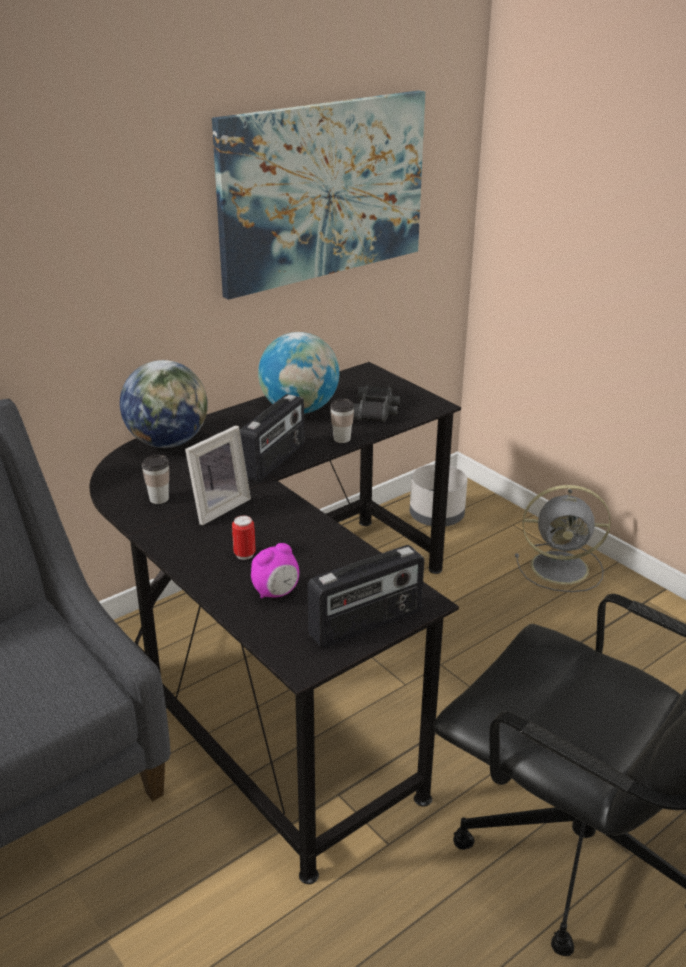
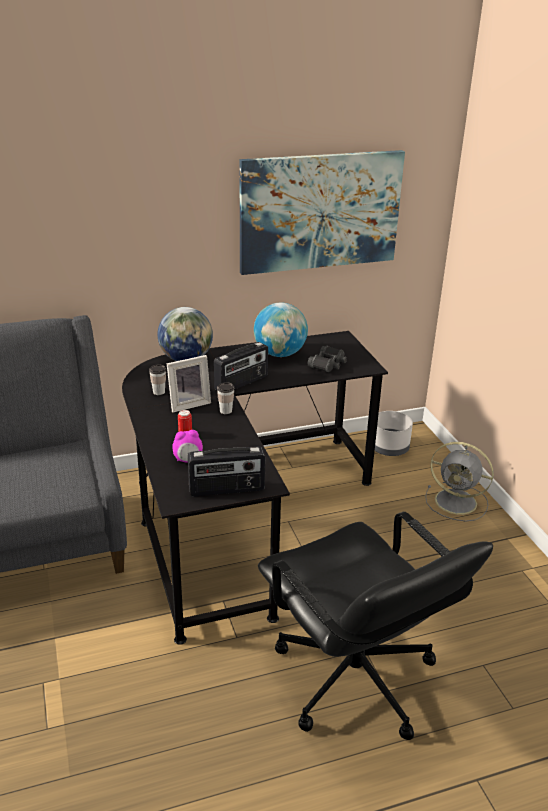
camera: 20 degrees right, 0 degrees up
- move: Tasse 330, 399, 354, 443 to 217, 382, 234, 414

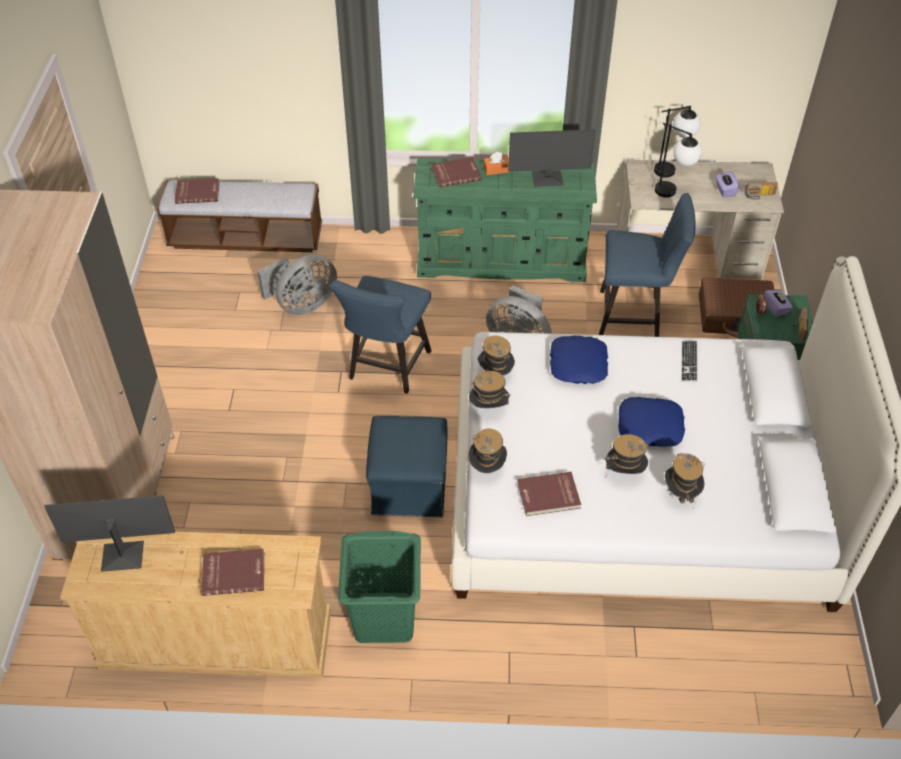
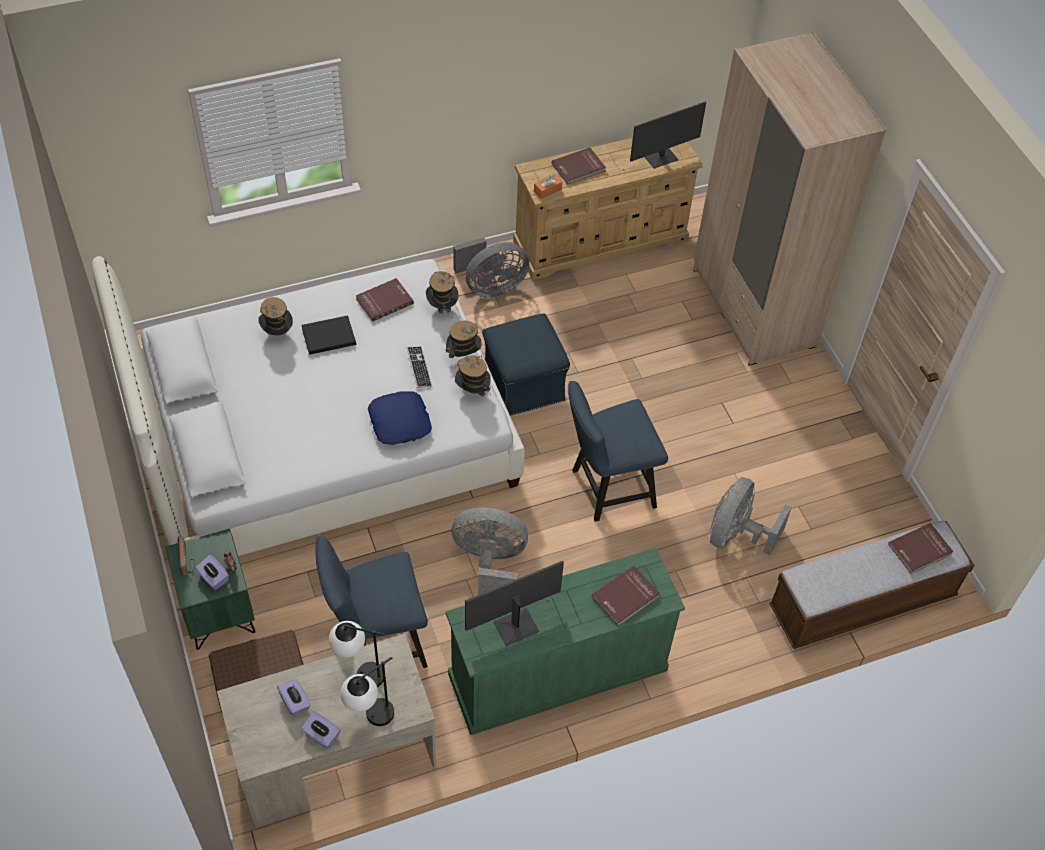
camera: 155 degrees right, 5 degrees up
- rotate: Stuhl (blau) 330, 276, 431, 394 = 568, 381, 668, 521 105 degrees counterclockwise
- replace: Wäschekorb (grün) 338, 531, 421, 643 to Ventilator (grau) 453, 237, 530, 298
- move: Taschentuchbox (orange) 483, 152, 510, 175 to 534, 174, 562, 199
- replace: Hut 604, 434, 648, 478 to Buch (schwarz) 301, 315, 356, 355
- delete: Kissen (blau) 618, 397, 685, 447
- move: Tastatur 681, 341, 698, 382 to 407, 346, 432, 388
- delete: Radio 744, 182, 778, 200
- insert: Taschentuchbox (lila) 301, 711, 340, 749

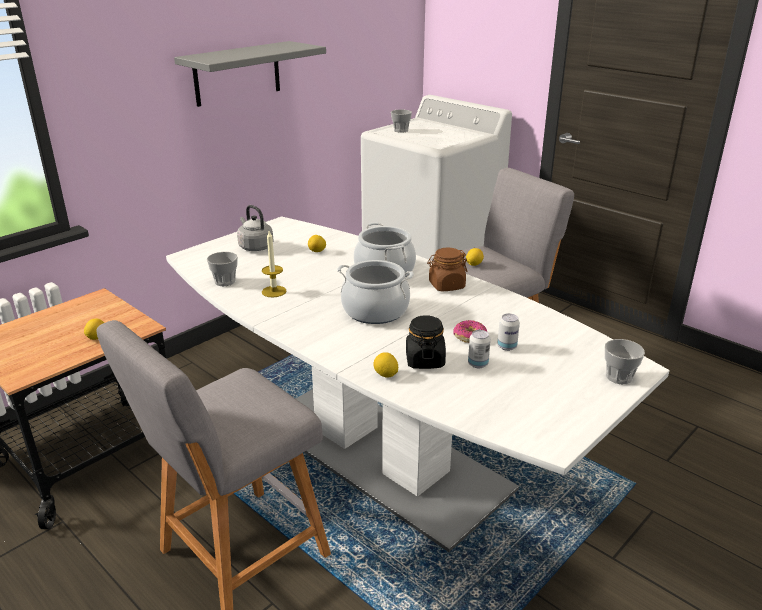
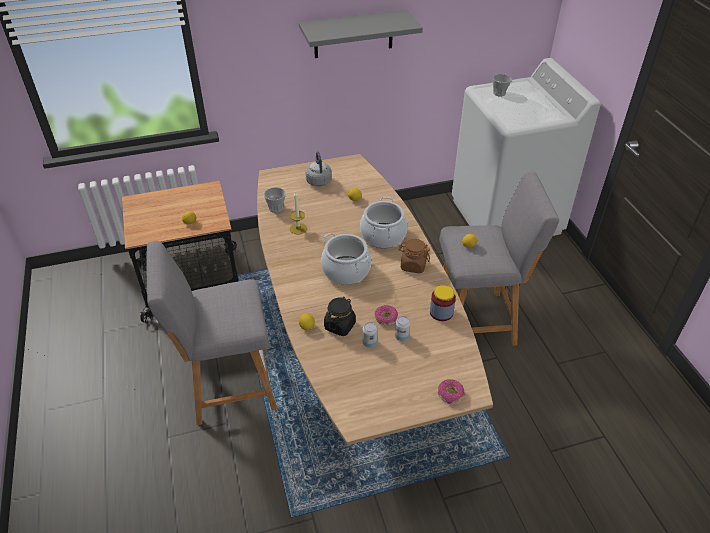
camera: 30 degrees right, 15 degrees up
- recolor: Esstisch (weiß) 166, 217, 670, 552 to Esstisch (braun) 257, 154, 493, 446
- replace: Tasse 605, 339, 645, 384 to Donut 438, 379, 465, 404
- insert: Vorratsglas 430, 285, 456, 321

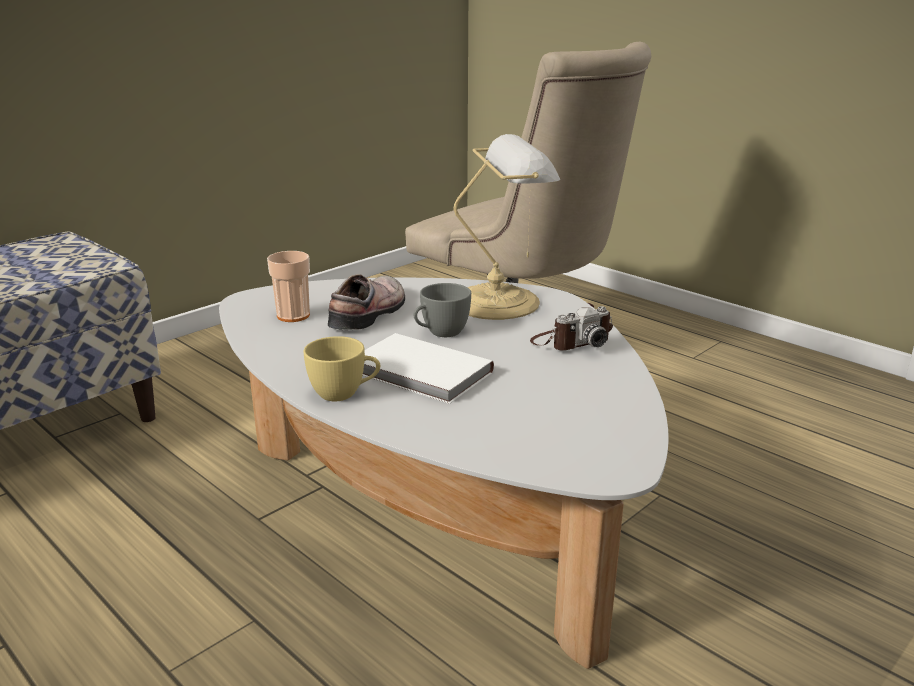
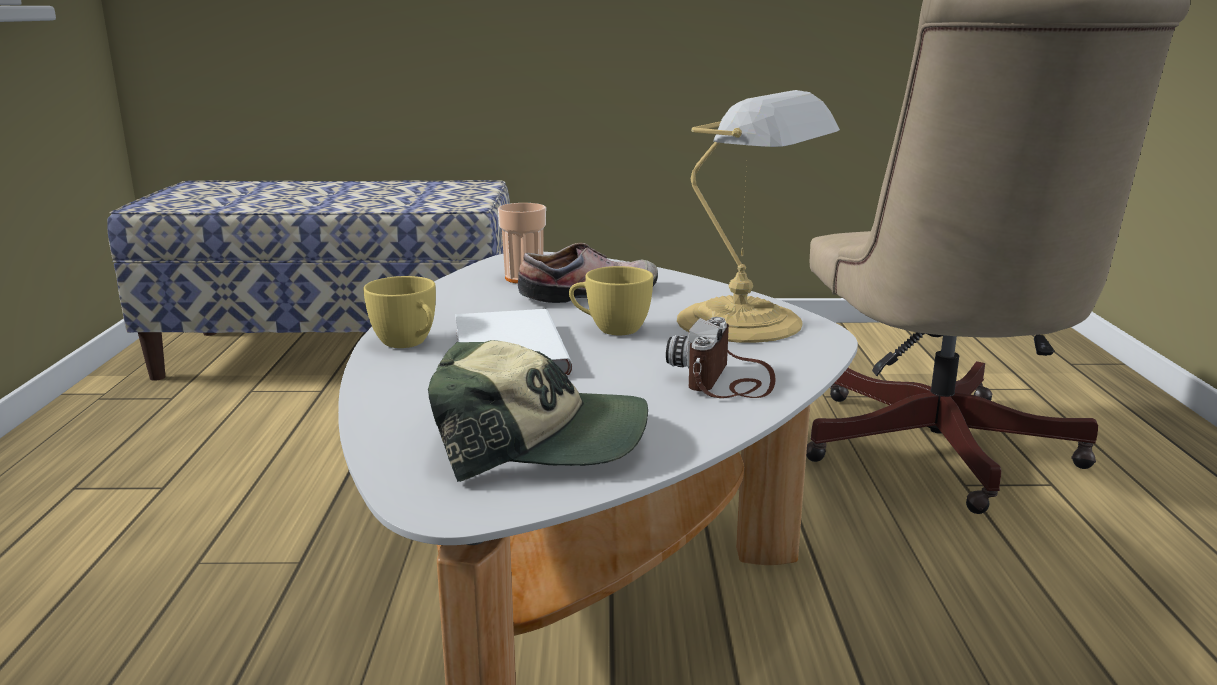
camera: 45 degrees right, 5 degrees down
- recolor: Tasse (grau) 414, 283, 471, 337 to Tasse (gelb) 569, 266, 653, 335
- rotate: Kamera 530, 306, 613, 351 = 666, 317, 776, 398 90 degrees clockwise
- insert: Kappe 428, 340, 648, 482

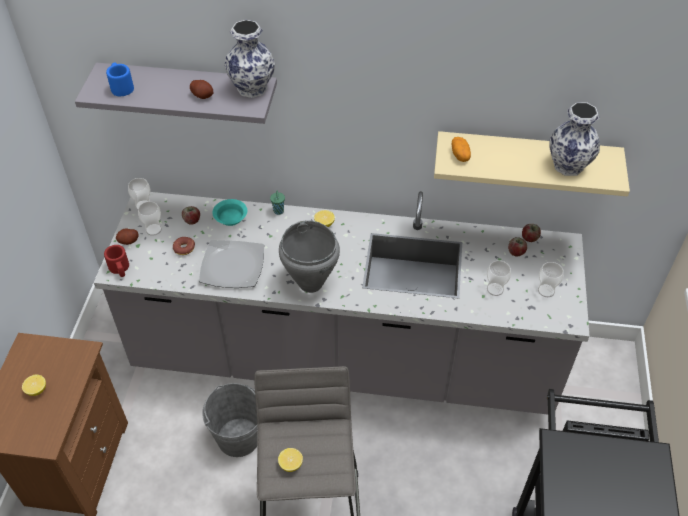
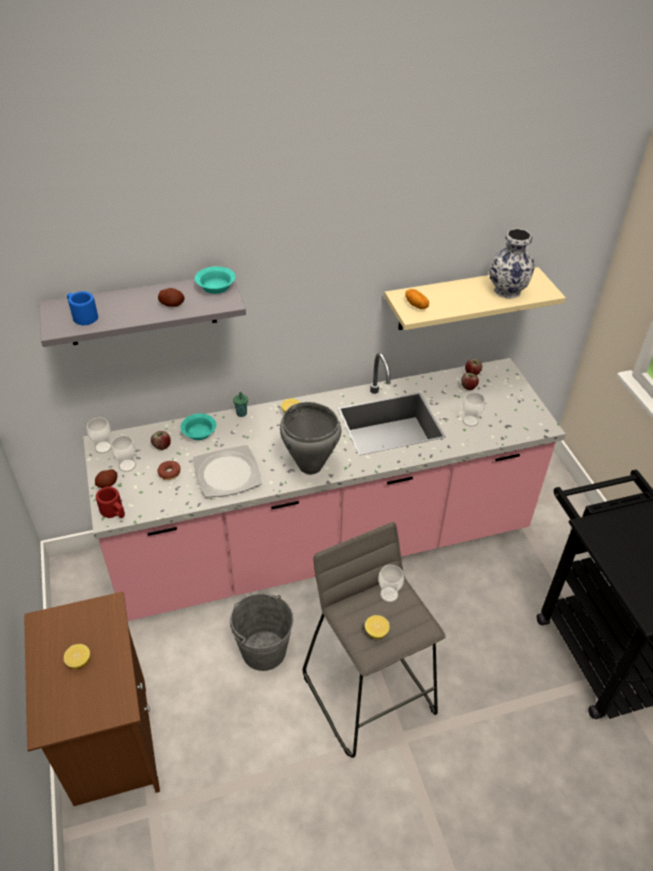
camera: 25 degrees left, 5 degrees down
- recolor: Küchenzeile (grau) 94, 191, 589, 415 to Küchenzeile (rosa) 83, 353, 566, 621
- replace: Vase 224, 20, 275, 98 to Schüssel (türkis) 195, 266, 236, 294
- move: Tasse 538, 262, 564, 297 to 378, 565, 404, 602

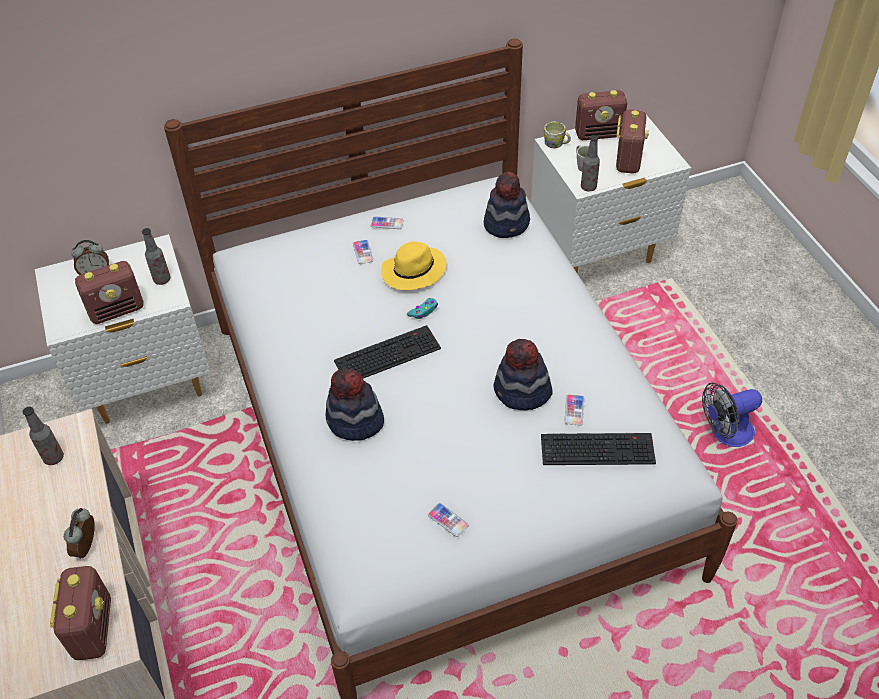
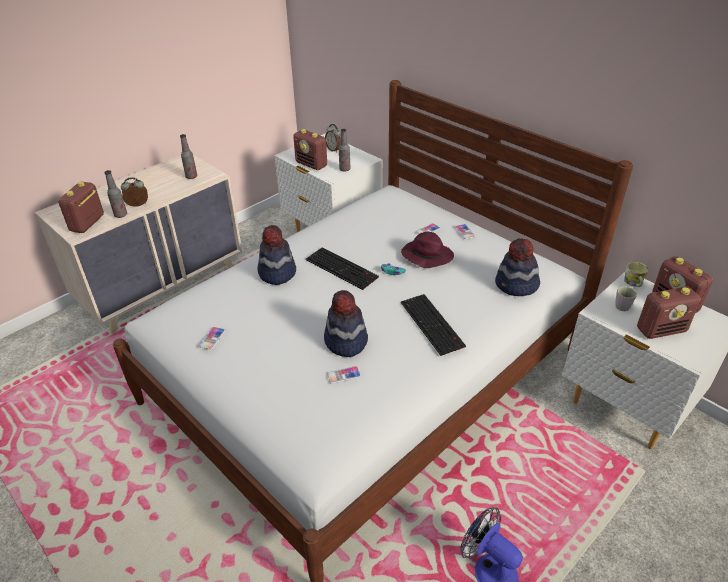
camera: 65 degrees right, 10 degrees down
- rotate: Radio 50, 566, 111, 660 = 58, 181, 104, 233 135 degrees clockwise
- recolor: Hut (gelb) 381, 241, 446, 290 to Hut (lila) 401, 232, 454, 268
- move: Tastatur 541, 433, 656, 465 to 401, 294, 466, 356
- move: Flasche 581, 135, 600, 191 to 104, 170, 127, 218

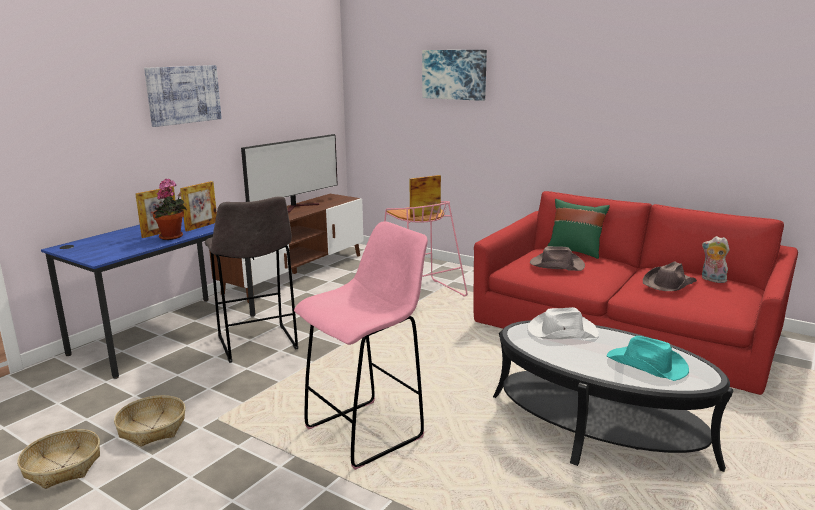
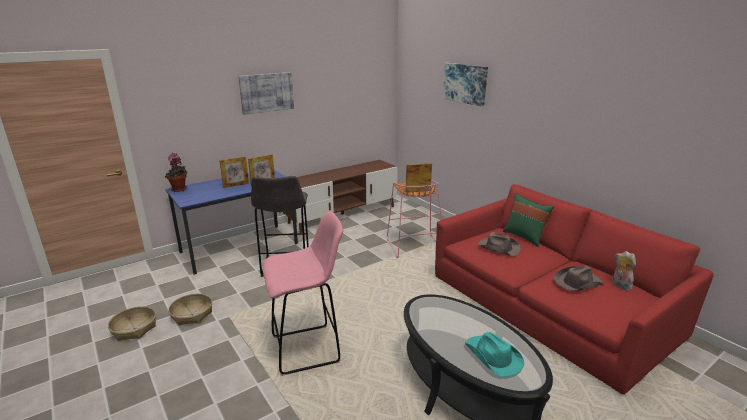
camera: 20 degrees right, 5 degrees up
- move: Topfpflanze 153, 179, 187, 240 to 165, 153, 187, 192
- delete: Fernseher 241, 134, 338, 213
- delete: Hut (weiß) 527, 307, 599, 339

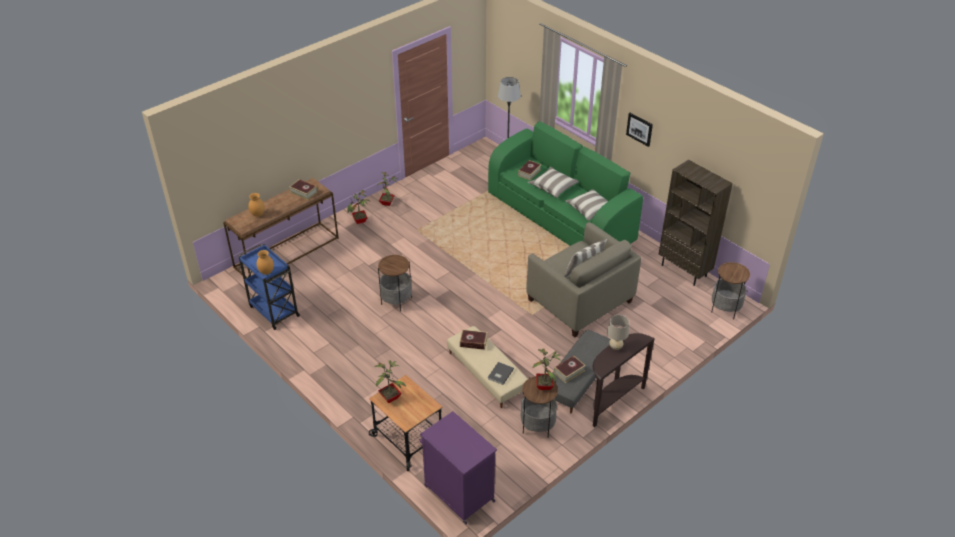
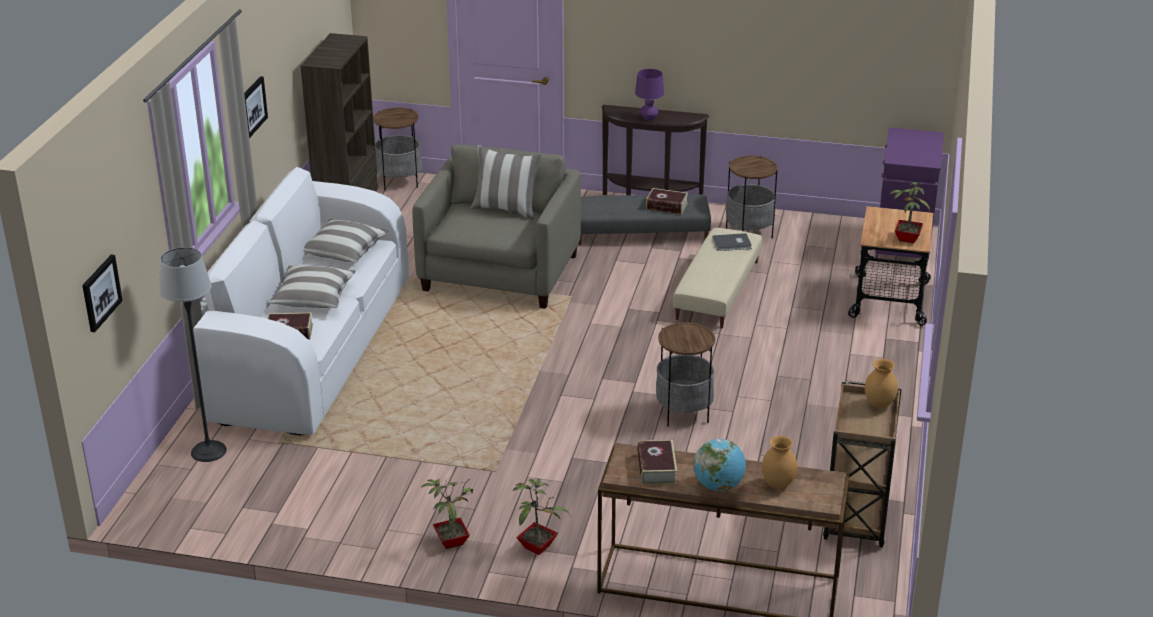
camera: 125 degrees left, 10 degrees down
- recolor: Rollwagen (blau) 238, 244, 300, 330 to Rollwagen (braun) 823, 380, 902, 547
- delete: Buch 460, 329, 488, 350
- recolor: Sofa (grün) 488, 121, 643, 246 to Sofa (weiß) 193, 167, 409, 435
- delete: Topfpflanze 532, 348, 561, 390
- recolor: Tischlampe (beige) 607, 315, 629, 350 to Tischlampe (lila) 635, 69, 664, 121
- insert: Bild 82, 255, 123, 332
- insert: Globus 693, 439, 746, 491

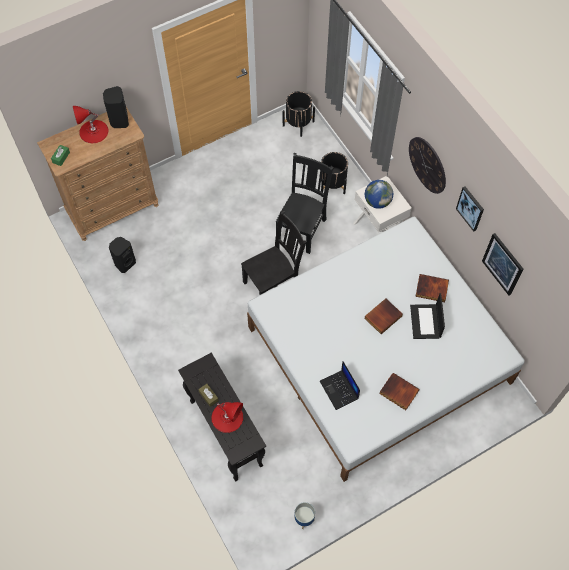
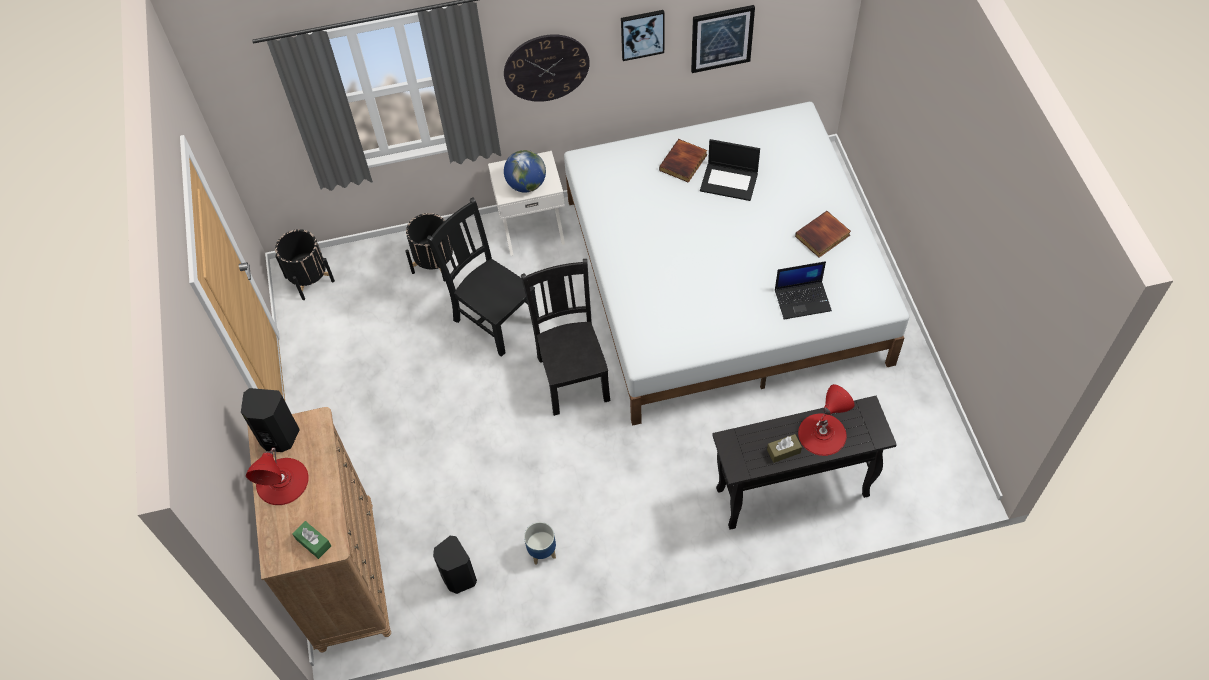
camera: 70 degrees left, 5 degrees down
- move: Pflanzkübel 294, 502, 315, 529 to 524, 522, 556, 565
- delete: Buch 364, 298, 403, 334

